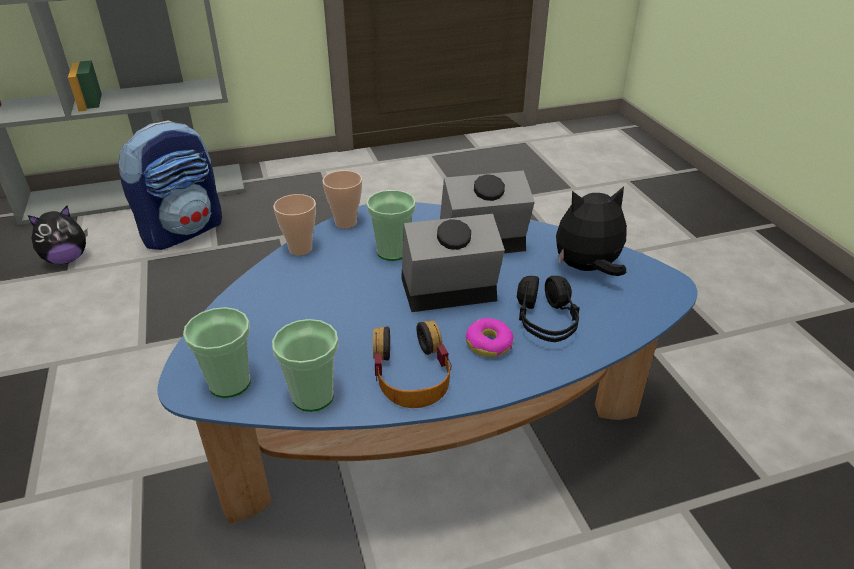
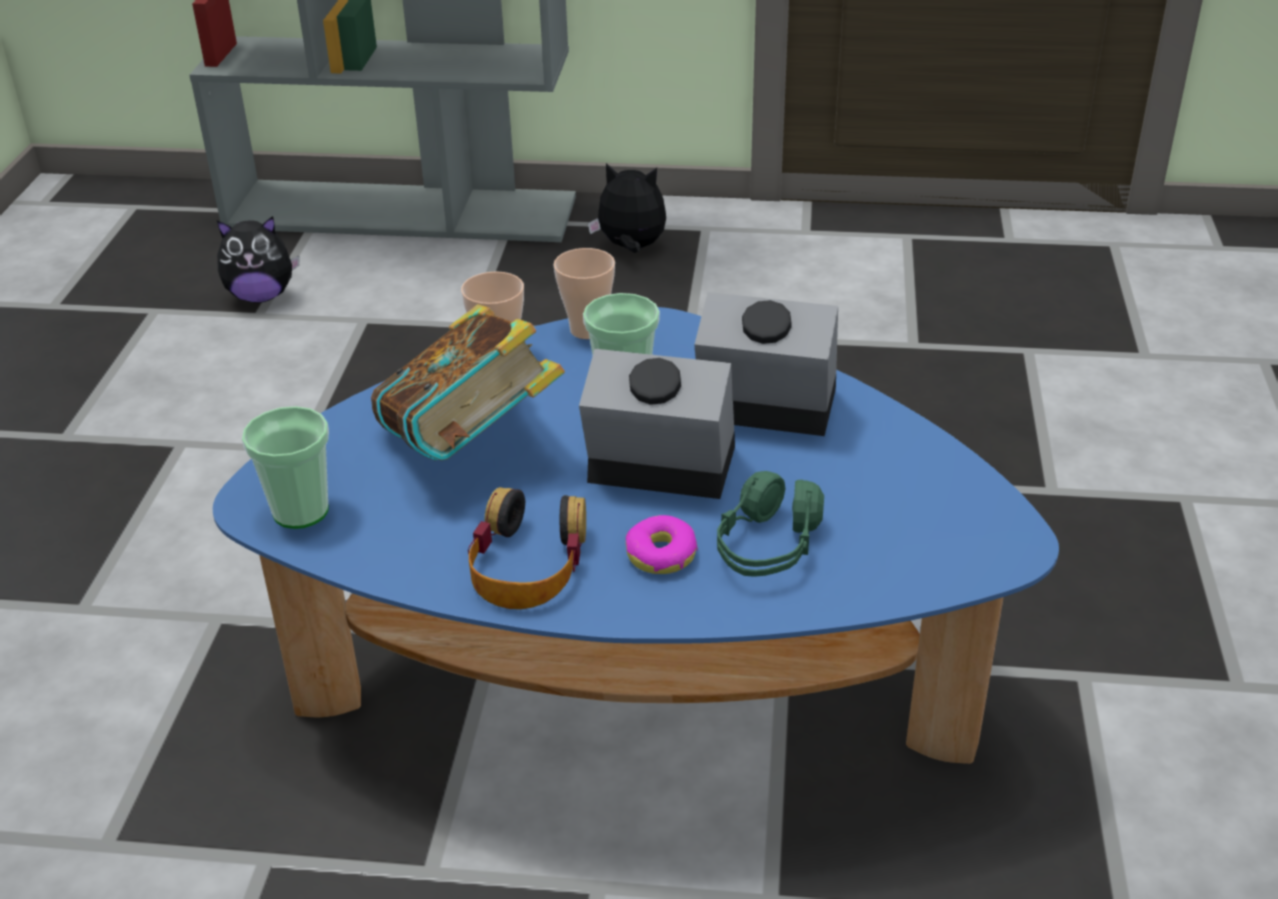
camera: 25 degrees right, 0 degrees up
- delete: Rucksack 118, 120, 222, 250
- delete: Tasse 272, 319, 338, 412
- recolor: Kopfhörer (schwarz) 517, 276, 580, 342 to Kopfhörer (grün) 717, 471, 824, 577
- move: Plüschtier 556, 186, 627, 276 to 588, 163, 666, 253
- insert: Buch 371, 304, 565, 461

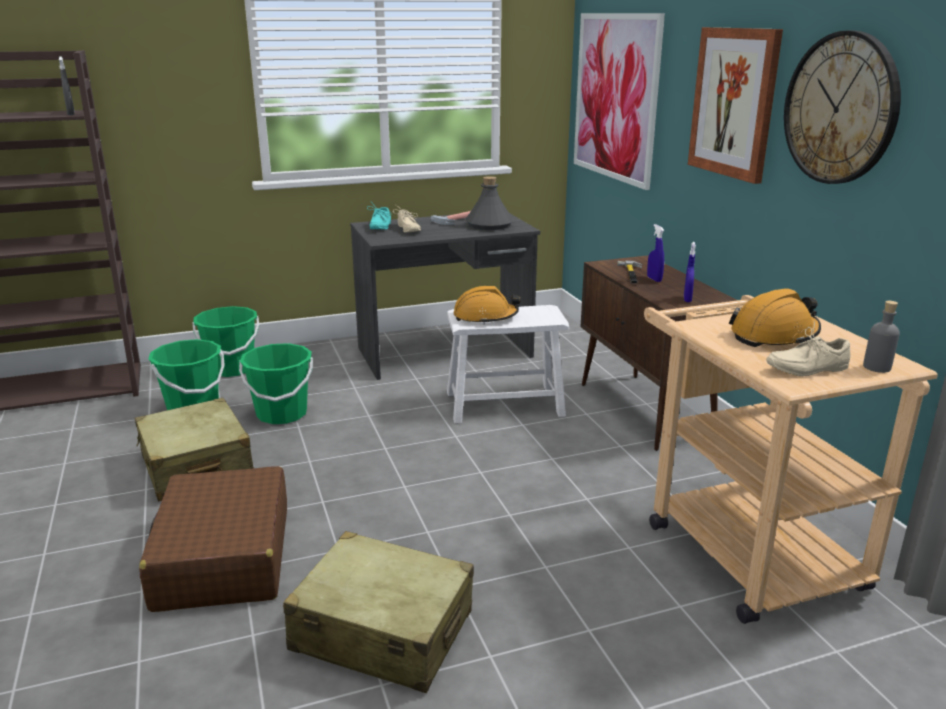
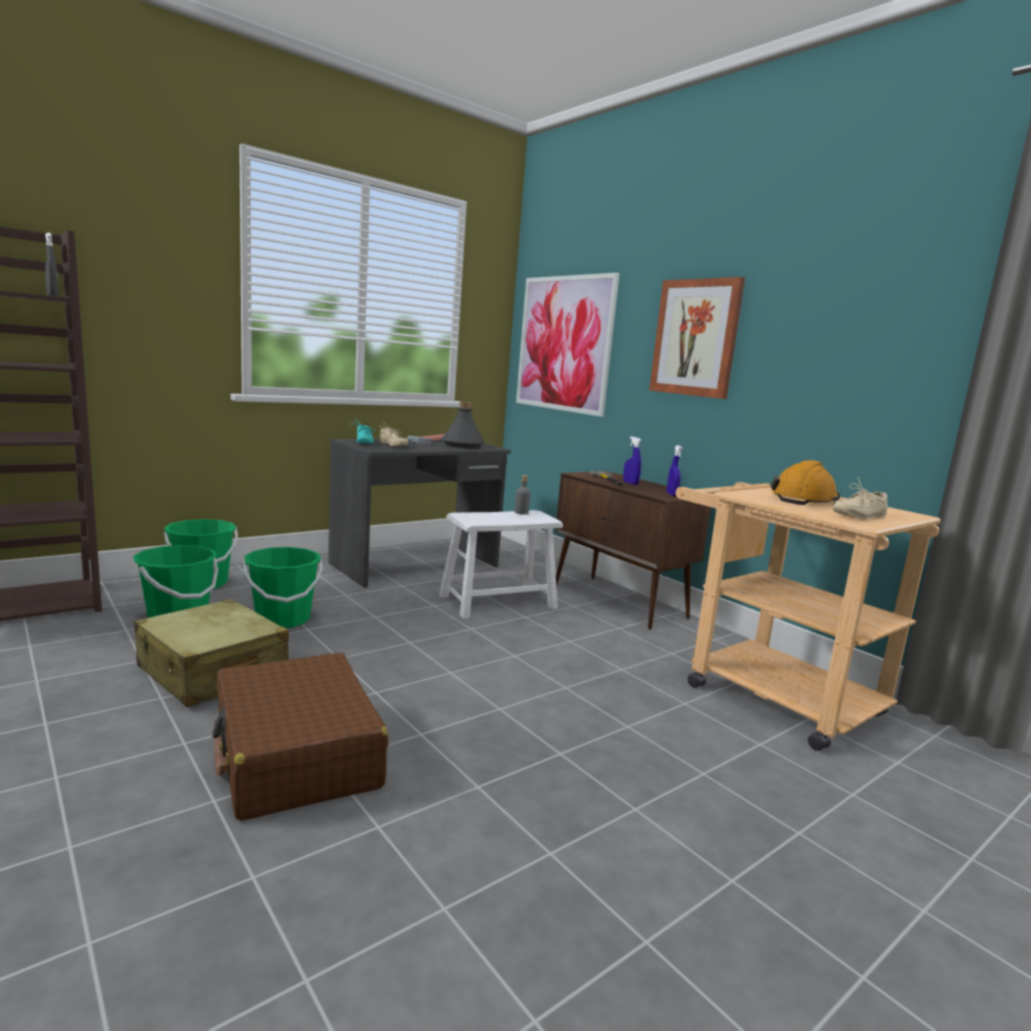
camera: 20 degrees left, 10 degrees down
- delete: Koffer (beige) 283, 531, 474, 693
- delete: Schutzhelm (orange) 454, 286, 521, 324
- delete: Wanduhr 784, 30, 901, 184
- move: Flasche (grau) 863, 301, 900, 373 to 514, 475, 530, 515

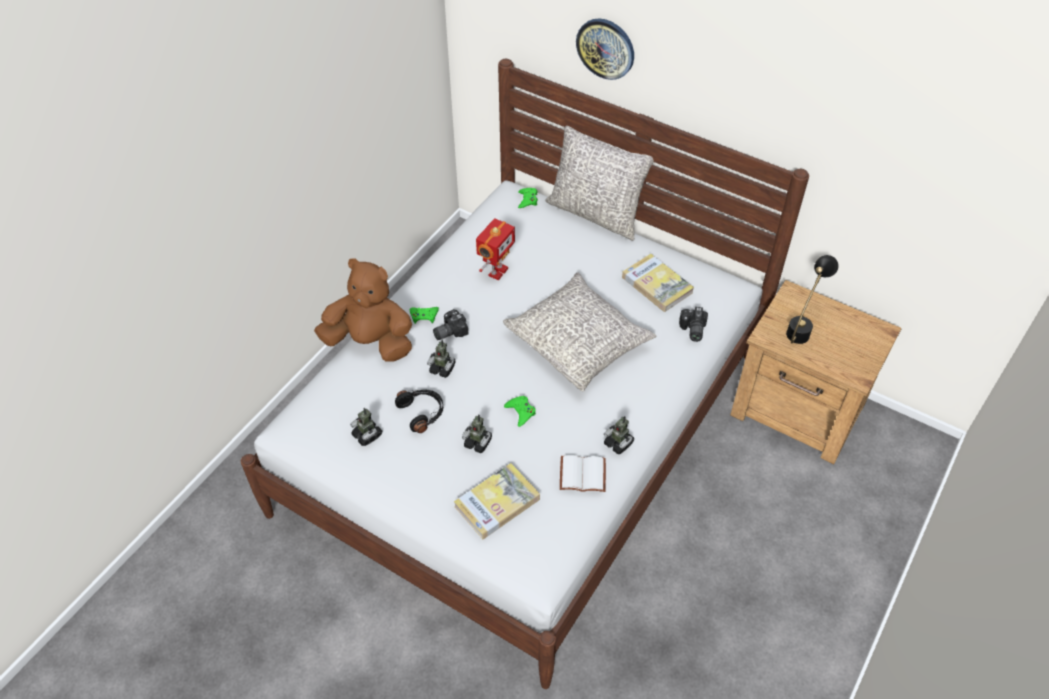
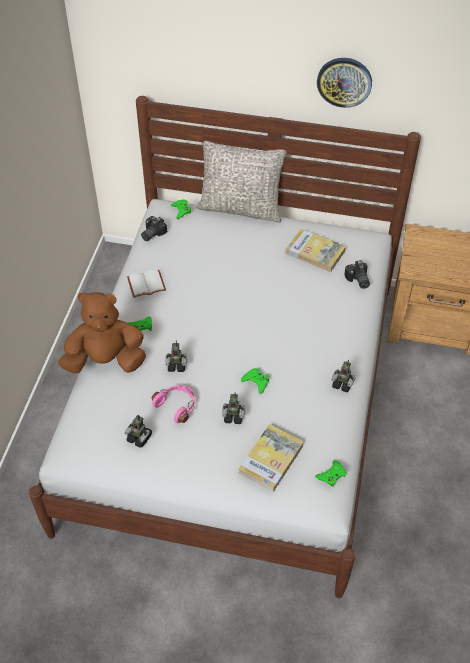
camera: 20 degrees left, 0 degrees up
- recolor: Kopfhörer (schwarz) 395, 390, 443, 433 to Kopfhörer (rosa) 152, 385, 195, 423
- move: Kamera 433, 309, 468, 340 to 141, 216, 167, 241
- delete: Spielzeugroboter 476, 218, 515, 280
- delete: Kissen (grau) 503, 273, 656, 391
- move: Buch (weiß) 560, 455, 606, 492 to 127, 270, 166, 298
- move: Wanduhr 576, 18, 634, 80 to 317, 58, 372, 108
- delete: Tischlampe (schwarz) 786, 255, 839, 344
- insert: Gamepad (grün) 315, 460, 346, 487

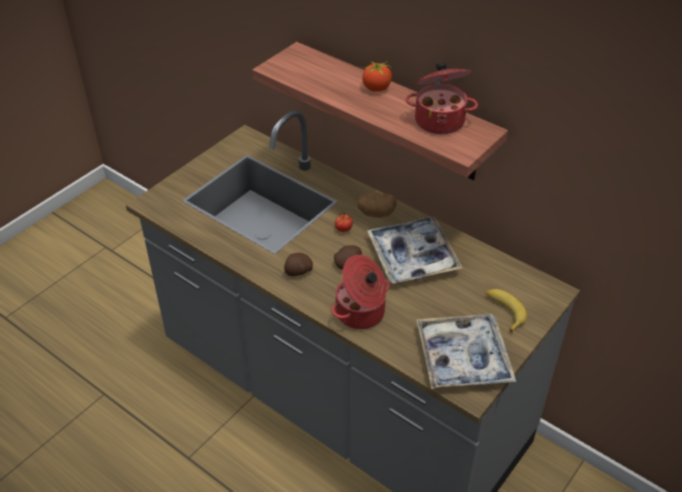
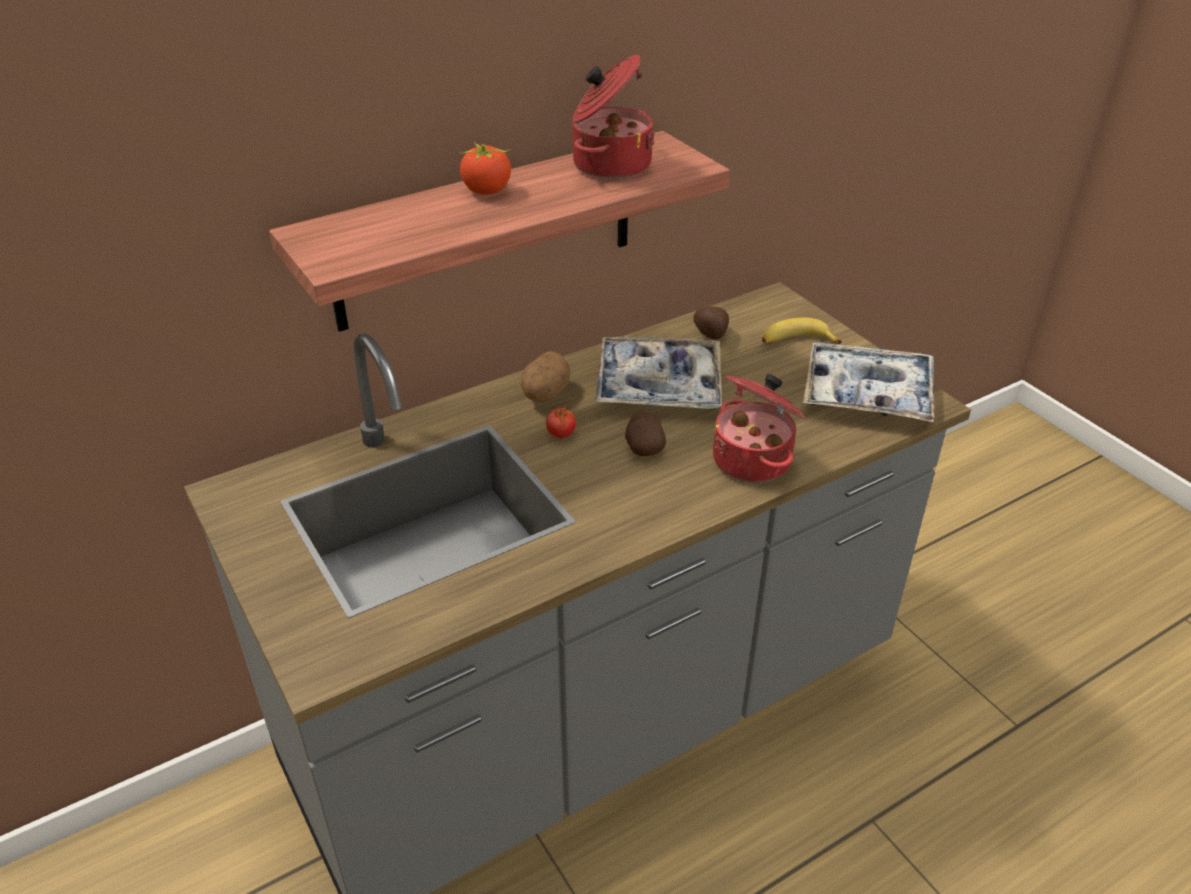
camera: 70 degrees left, 5 degrees down
- move: Kartoffel 284, 253, 313, 276 to 693, 306, 729, 340

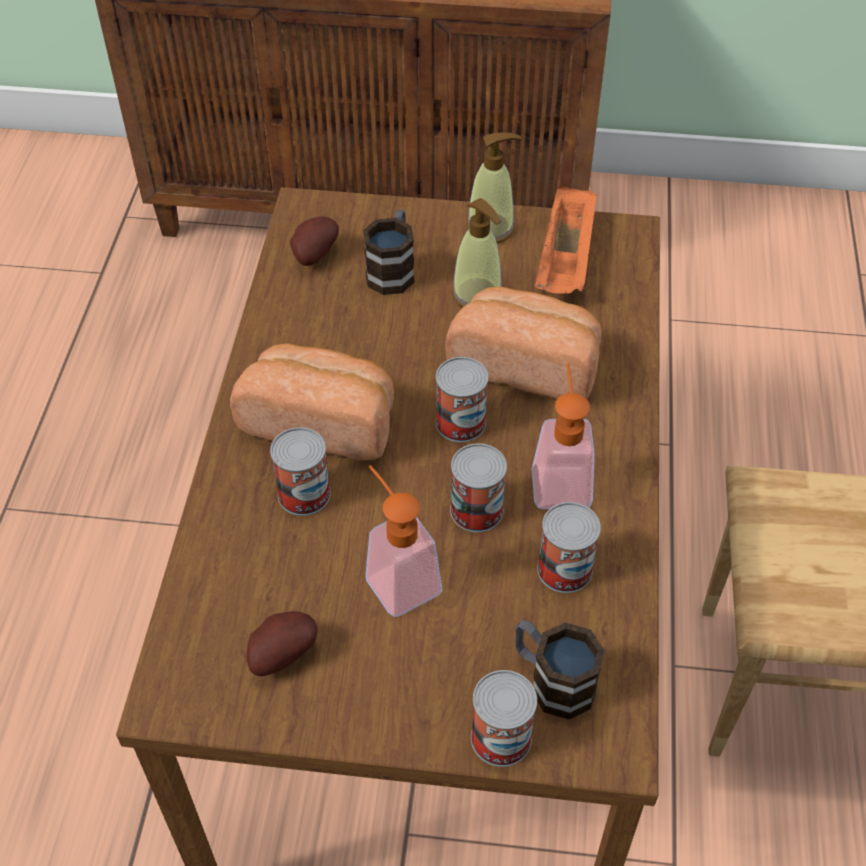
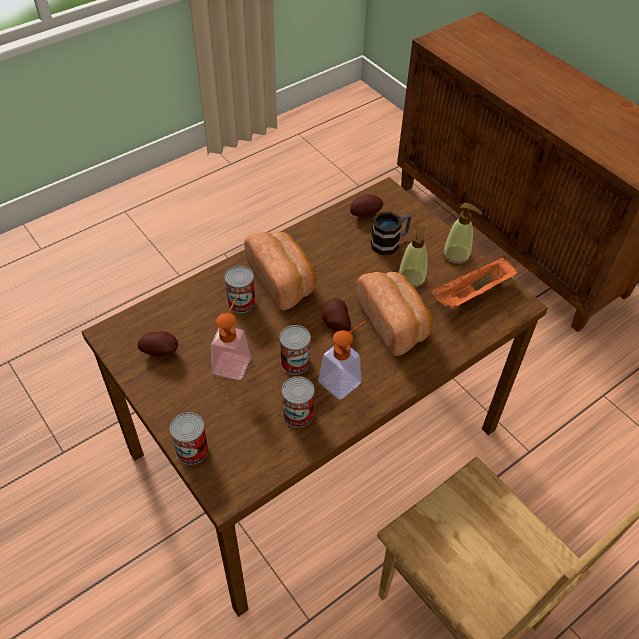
camera: 45 degrees right, 0 degrees up
- replace: Dose 436, 357, 489, 442 to Kartoffel 322, 298, 351, 331
- delete: Henkelbecher 515, 620, 605, 720

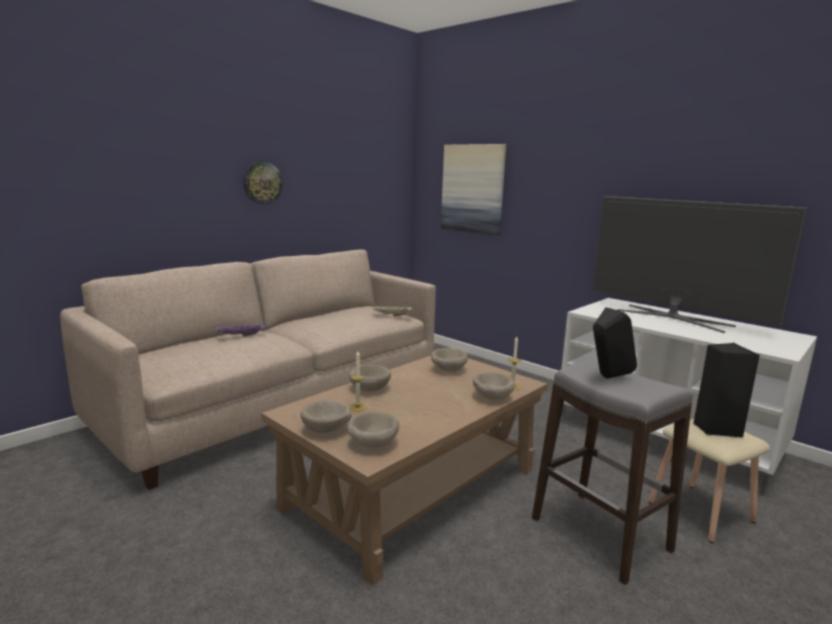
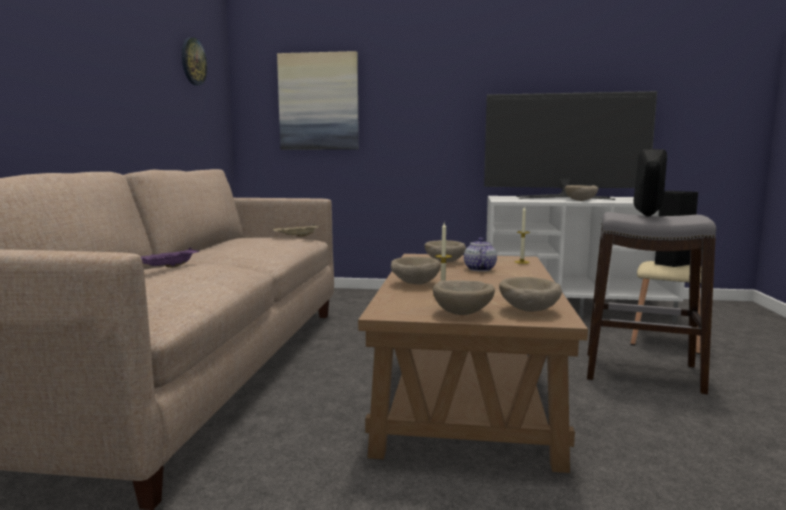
camera: 35 degrees left, 5 degrees down
- move: Wanduhr 243, 161, 283, 205 to 182, 37, 207, 86
- move: Schüssel (beige) 473, 372, 515, 399 to 565, 185, 598, 201
- insert: Teekanne 464, 238, 497, 271

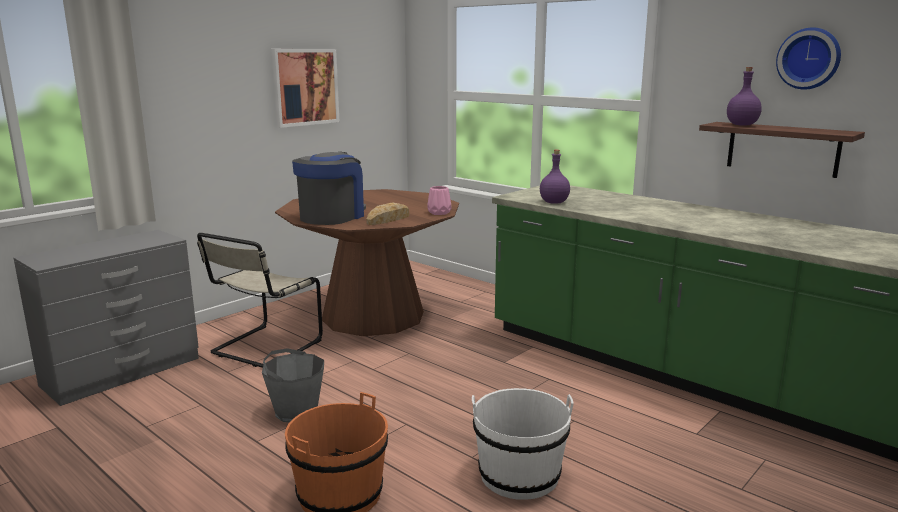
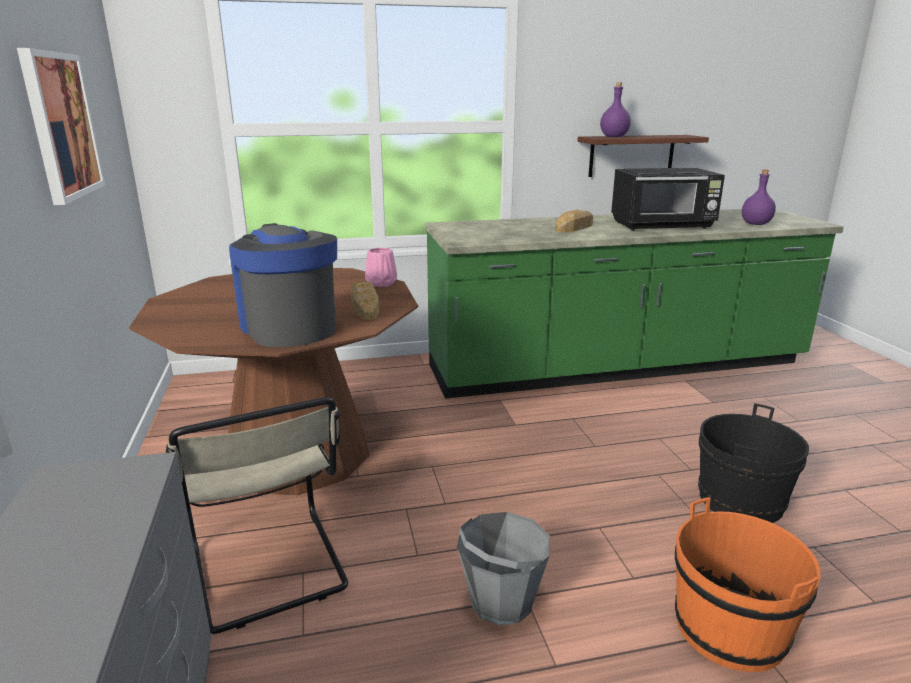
camera: 55 degrees left, 5 degrees up
- recolor: Eimer (weiß) 472, 388, 573, 500 to Eimer (schwarz) 698, 403, 809, 523
- move: Flasche (lila) 540, 150, 570, 204 to 742, 170, 776, 225
- delete: Wanduhr 776, 28, 841, 90
- insert: Brot 555, 210, 593, 233
- insert: Mikrowelle (schwarz) 611, 168, 725, 231

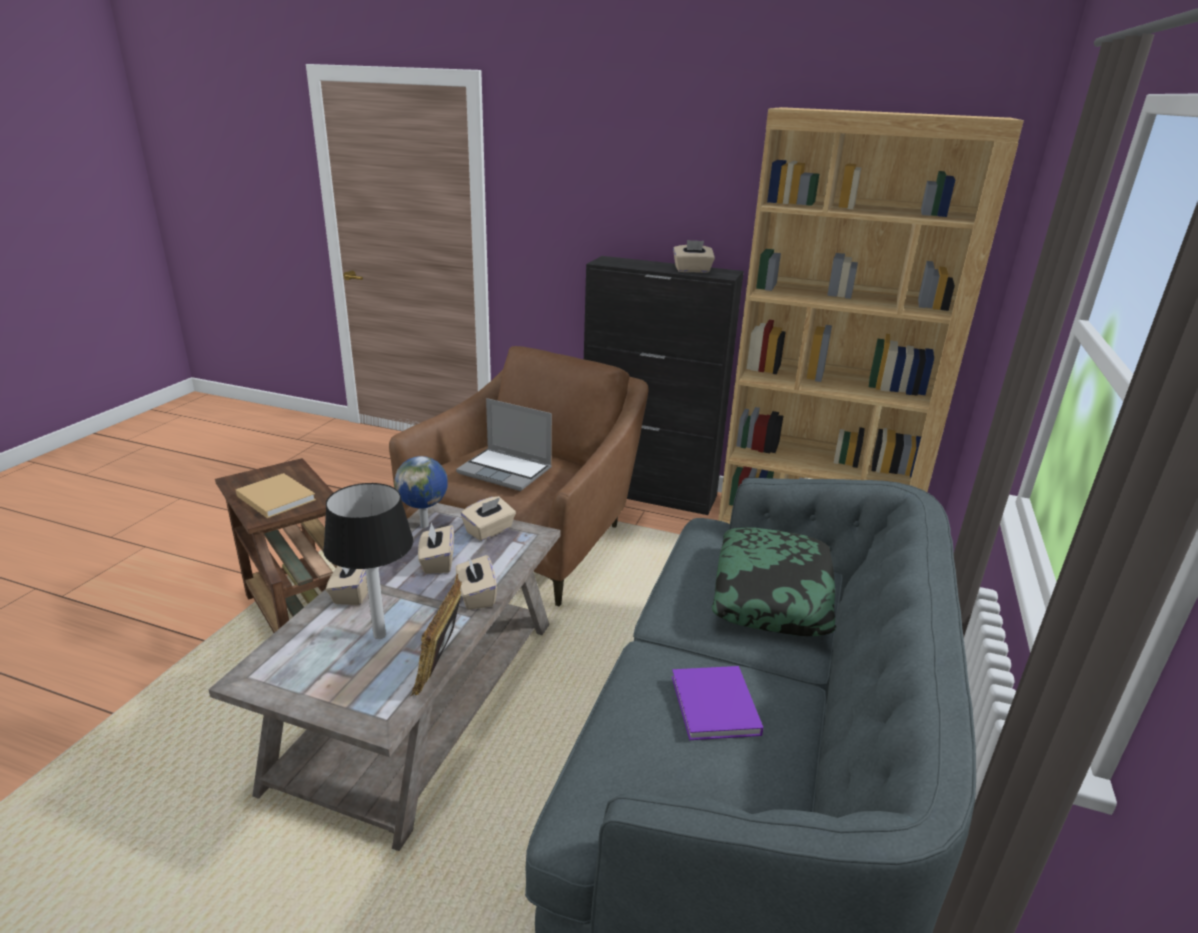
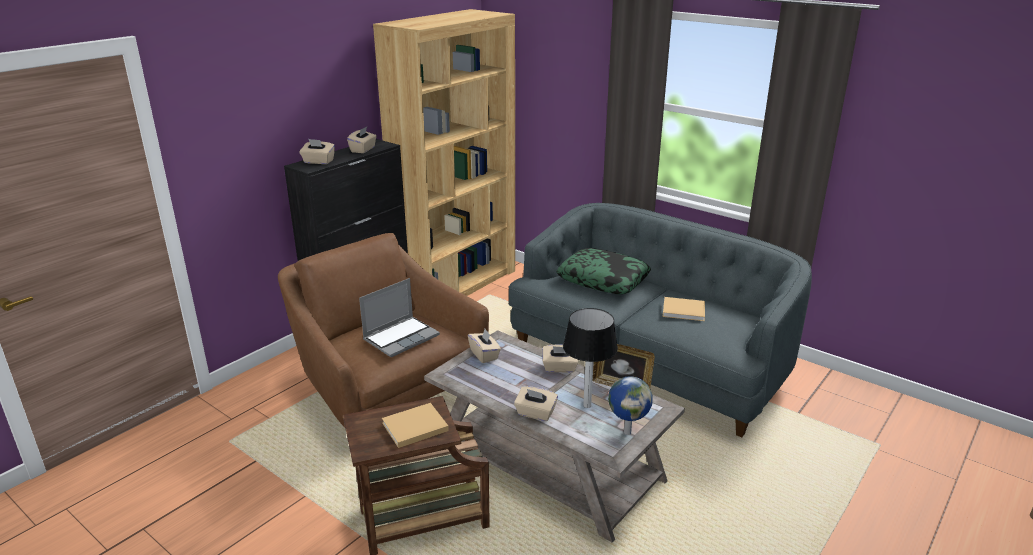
camera: 70 degrees left, 0 degrees up
- move: Globus 394, 456, 448, 528 to 608, 376, 653, 435
- move: Taschentuchbox (beige) 418, 523, 454, 574 to 299, 139, 335, 164
- recolor: Buch (lila) 672, 666, 764, 740 to Buch (beige) 663, 297, 705, 321

